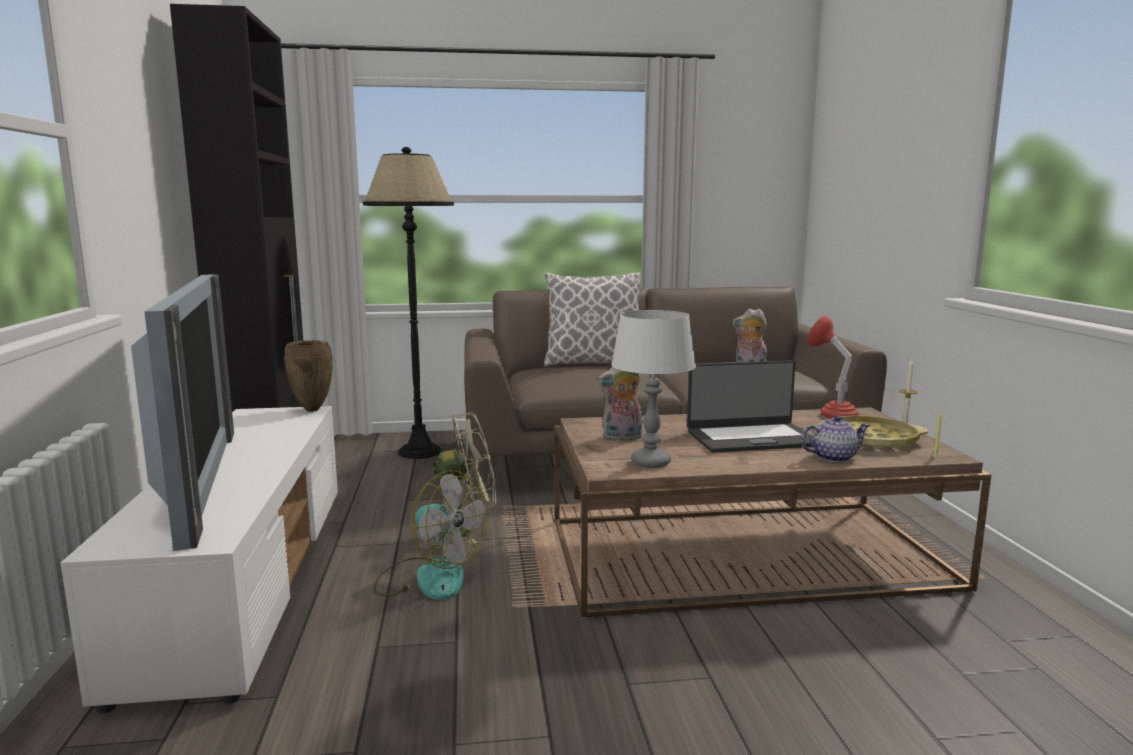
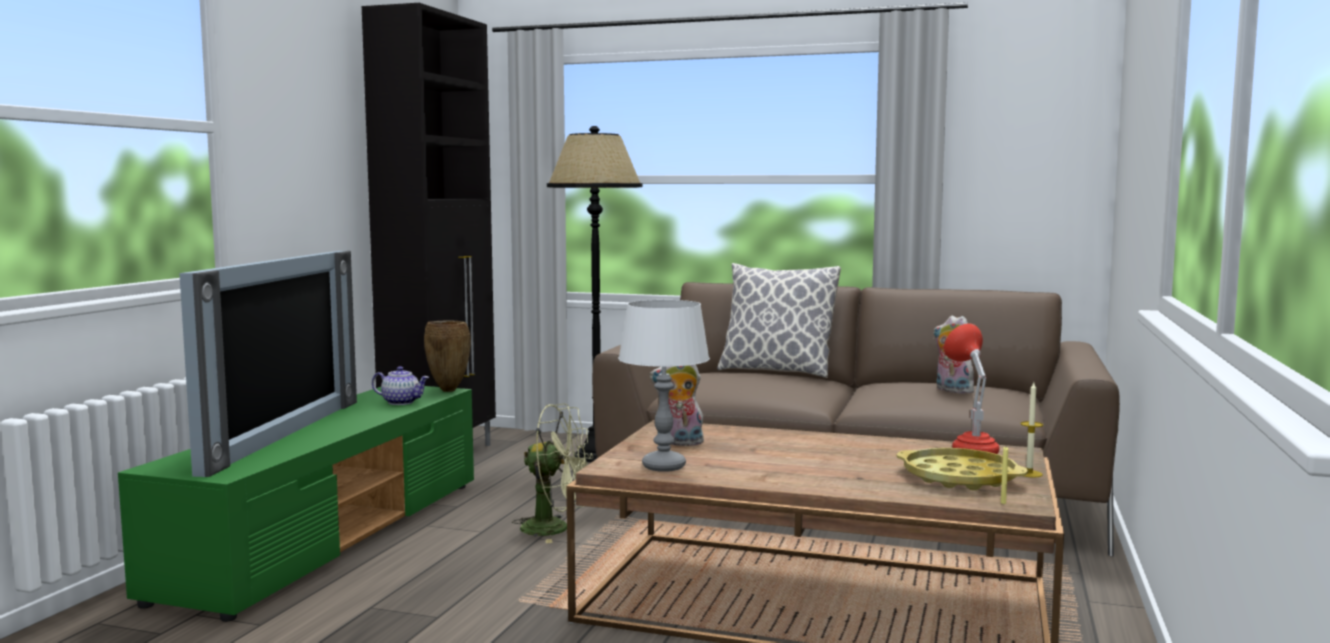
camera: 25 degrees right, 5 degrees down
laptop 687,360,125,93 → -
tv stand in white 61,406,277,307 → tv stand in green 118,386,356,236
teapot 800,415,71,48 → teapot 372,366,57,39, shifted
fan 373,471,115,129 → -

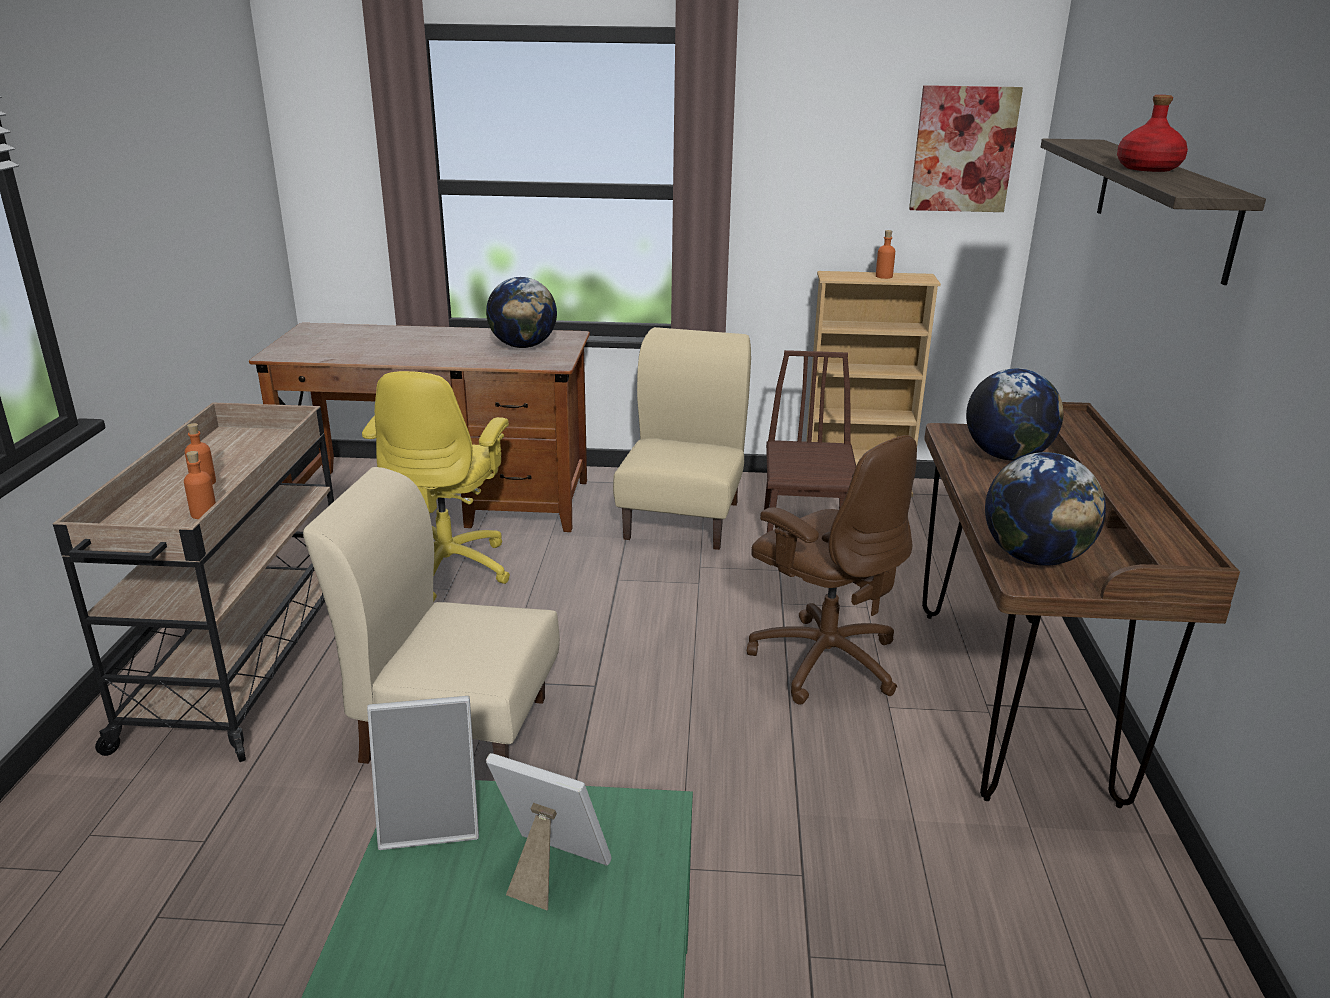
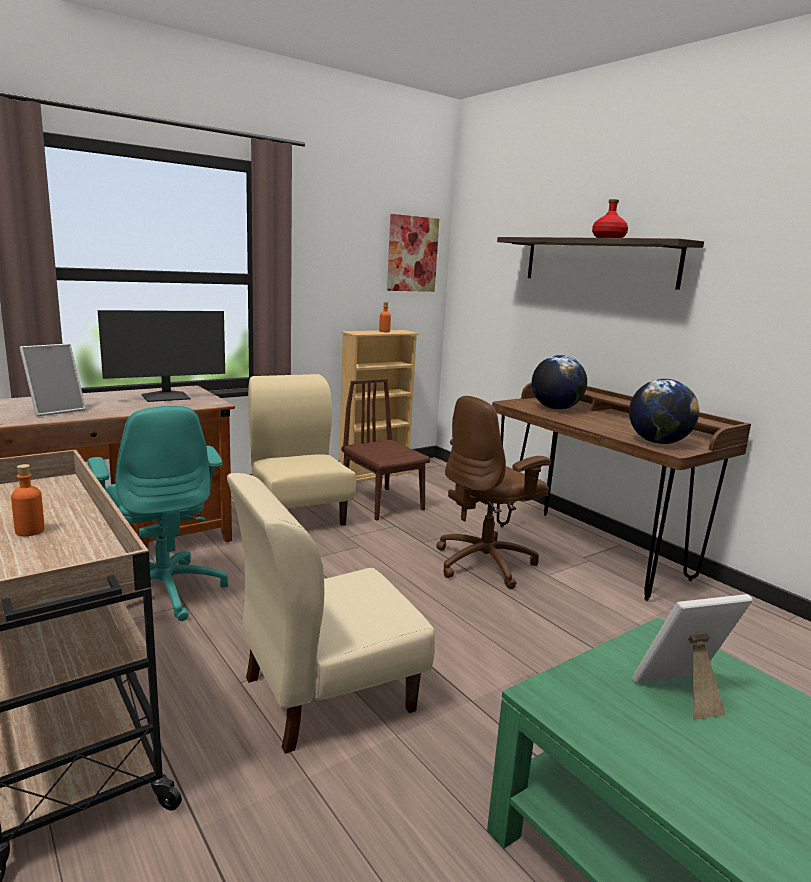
camera: 40 degrees left, 10 degrees down
globe 486,277,71,71 → monitor 98,310,127,92
office chair in yellow 362,371,148,231 → office chair in turquoise 88,405,140,216
office chair in brown 747,435,170,270 → office chair in brown 436,396,115,193, 135 degrees clockwise
bottle in orange 184,451,32,68 → -
picture frame 367,696,112,154 → picture frame 19,344,67,73, shifted

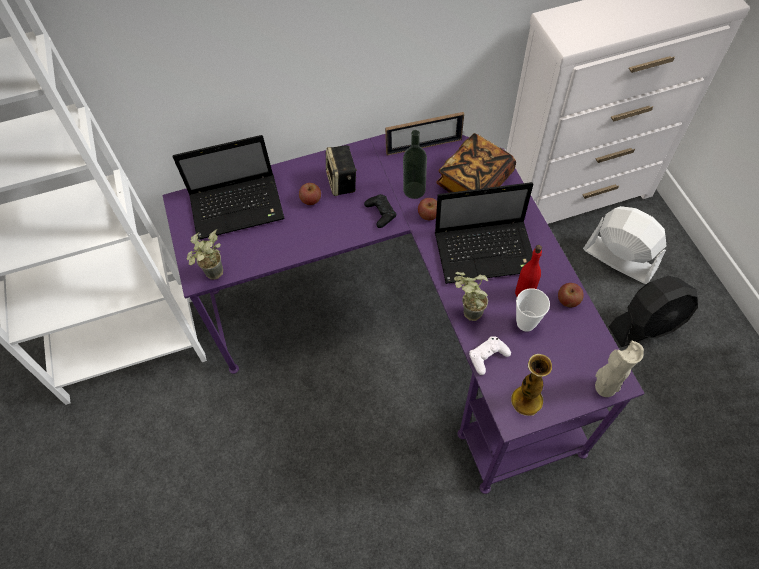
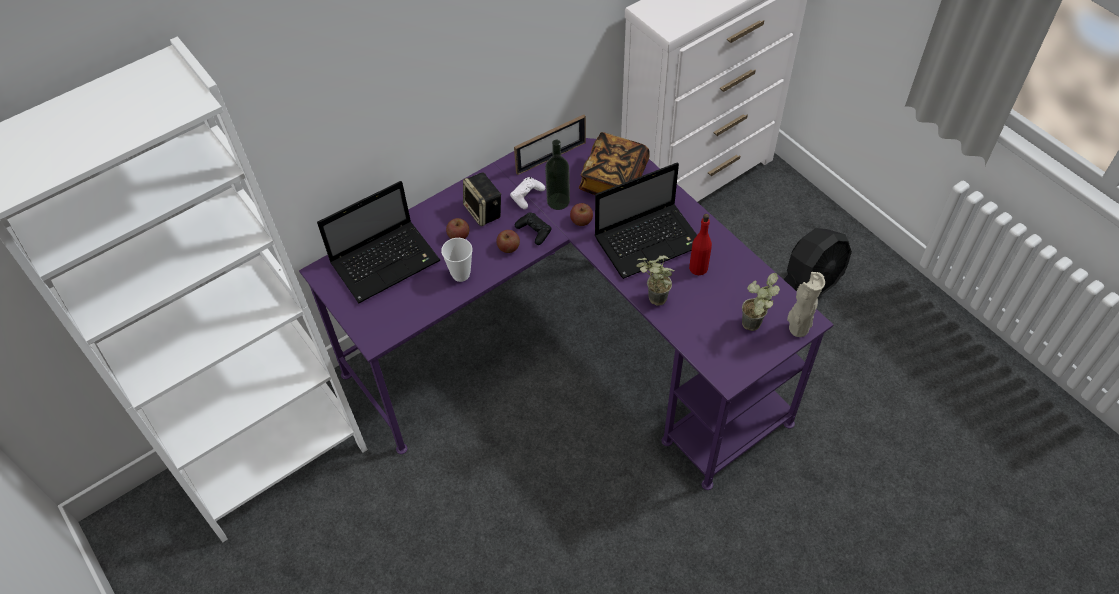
camera: 20 degrees left, 5 degrees down
fan in white 583,206,83,78 → -
potted plant 187,230,36,50 → potted plant 742,273,38,58, shifted
apple 558,283,26,24 → apple 496,230,24,23, shifted
cup 516,288,34,44 → cup 441,238,31,44, shifted
game controller in white 469,336,42,39 → game controller in white 510,177,35,32, shifted
vase 511,354,41,62 → -

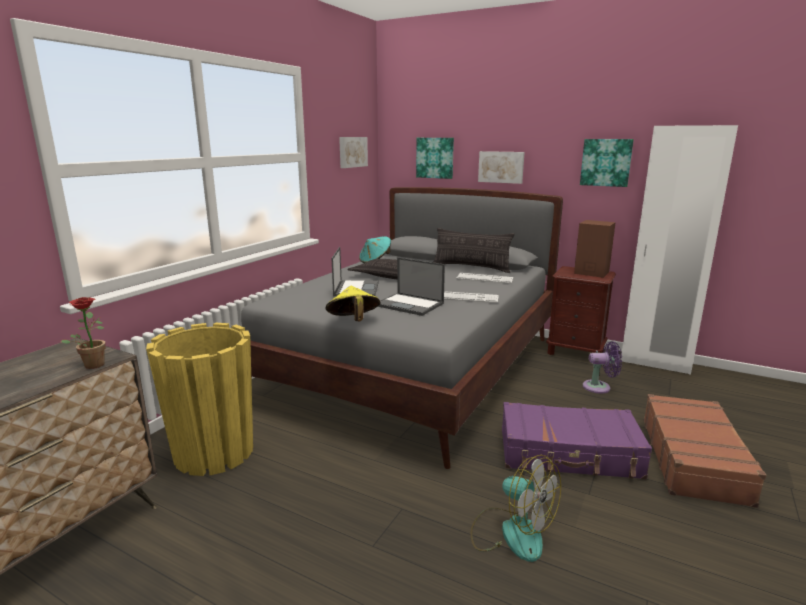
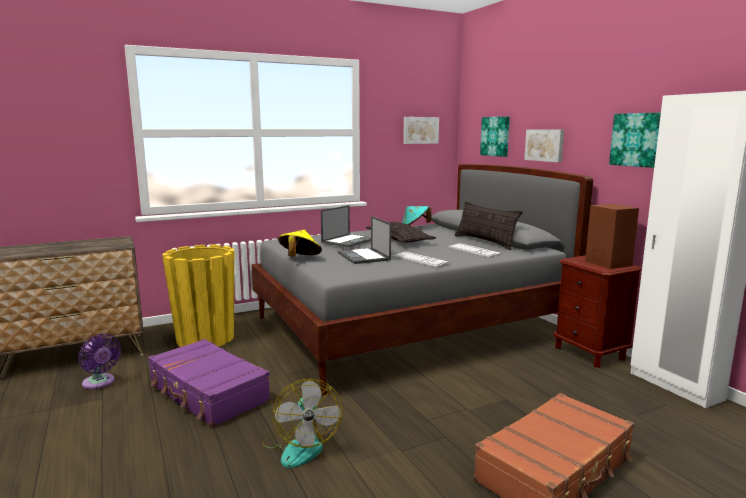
camera: 35 degrees right, 5 degrees down
potted plant 61,297,45,72 → -
fan in purple 583,341,39,53 → fan in purple 78,334,43,55, shifted
suitcase in purple 502,402,150,77 → suitcase in purple 148,339,123,88, shifted

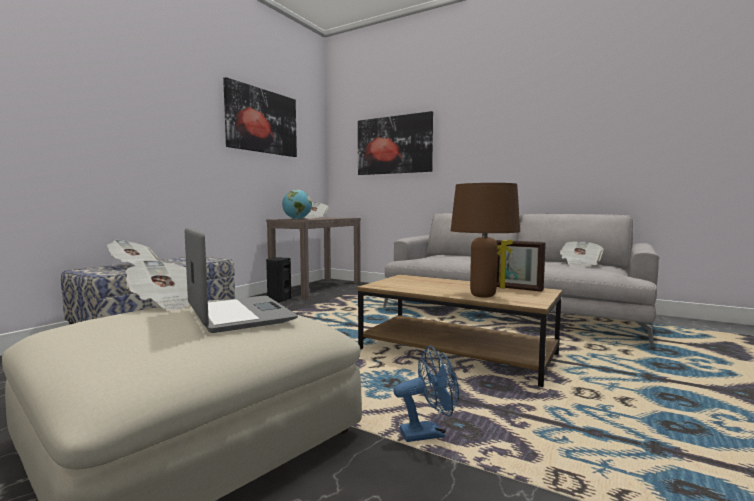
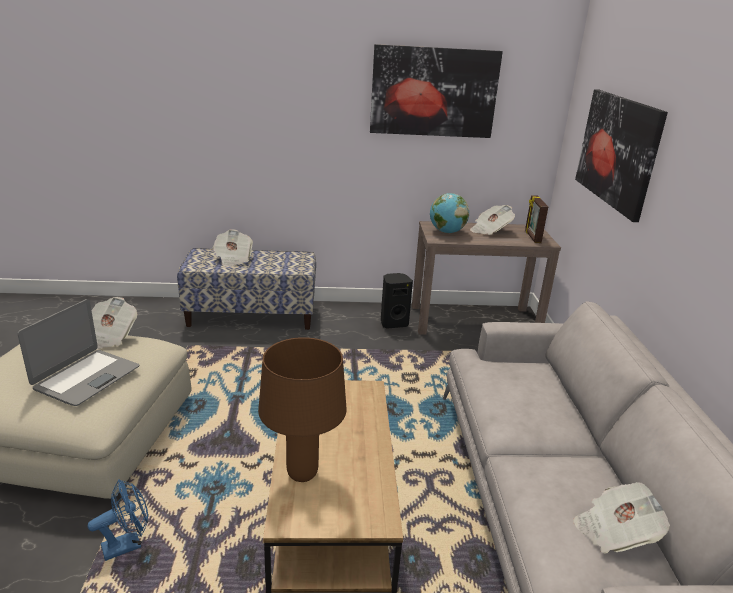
camera: 55 degrees right, 20 degrees up
picture frame 496,239,50,53 → picture frame 525,195,23,48, shifted
fan in blue 393,346,66,96 → fan in blue 88,480,60,81, 75 degrees counterclockwise

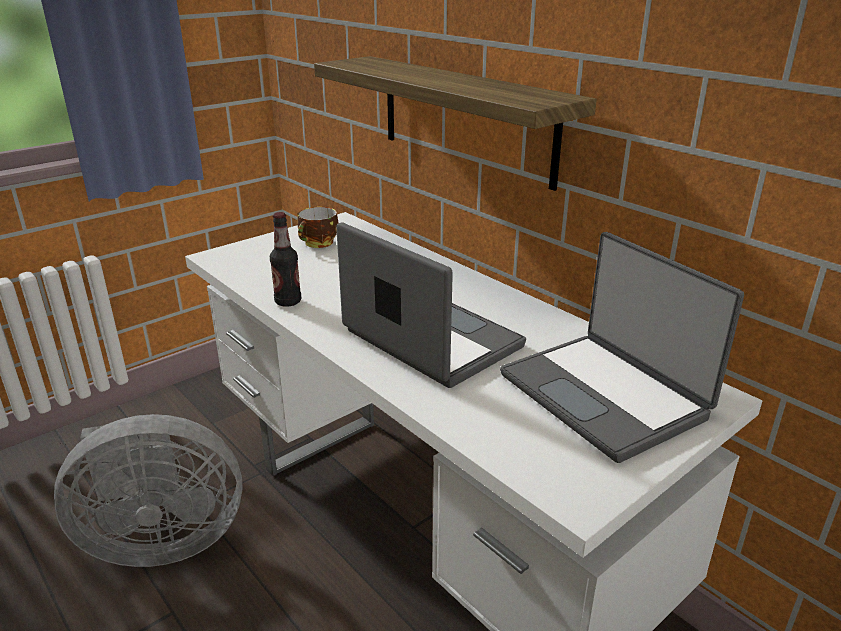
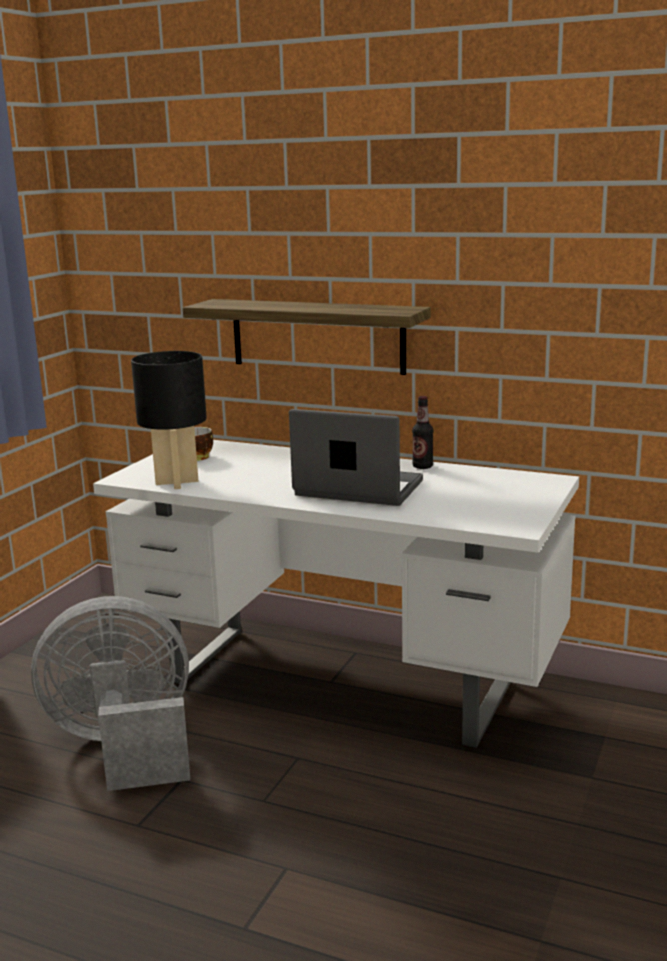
camera: 25 degrees left, 10 degrees down
bottle 270,212,31,95 → bottle 412,396,21,73, shifted
laptop 500,232,244,231 → -
fan in grey 54,414,189,153 → fan in grey 31,596,159,195, 150 degrees counterclockwise
- → table lamp in black 131,351,76,138

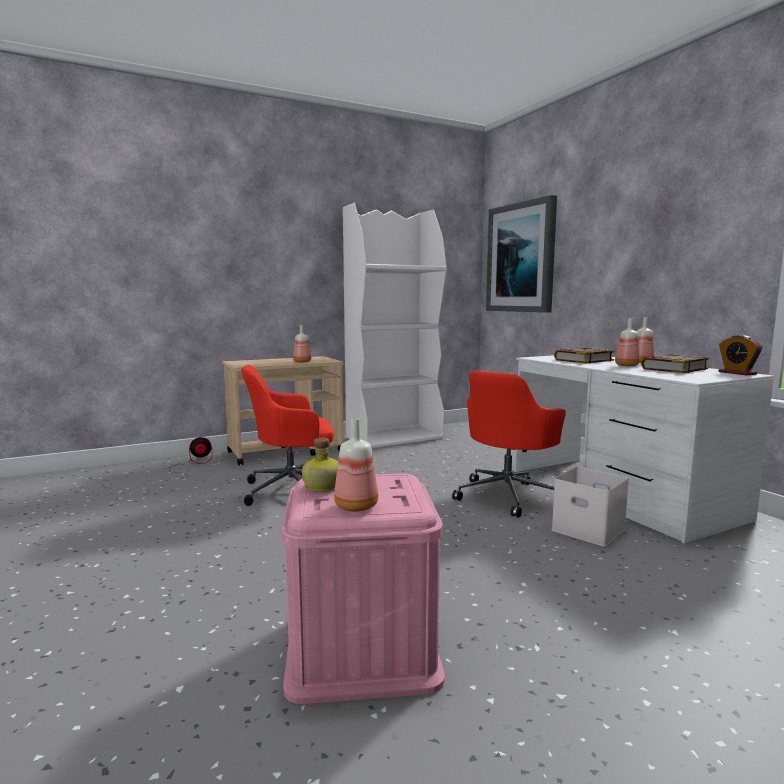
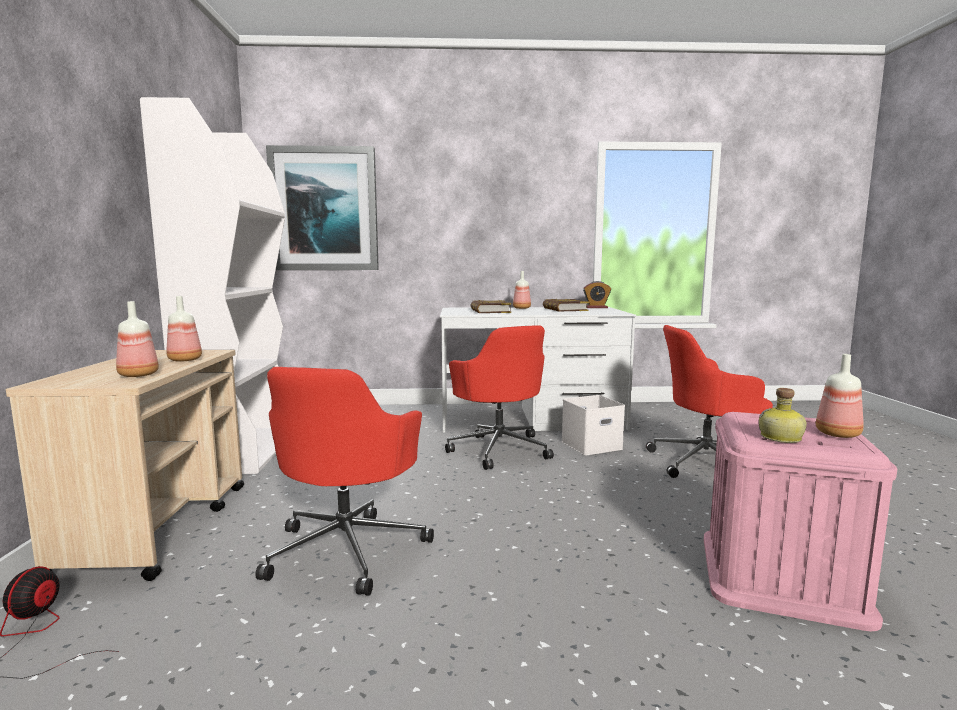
camera: 65 degrees left, 0 degrees up
bottle 615,318,25,48 → bottle 116,301,43,76, shifted
- → office chair in red 646,325,127,153

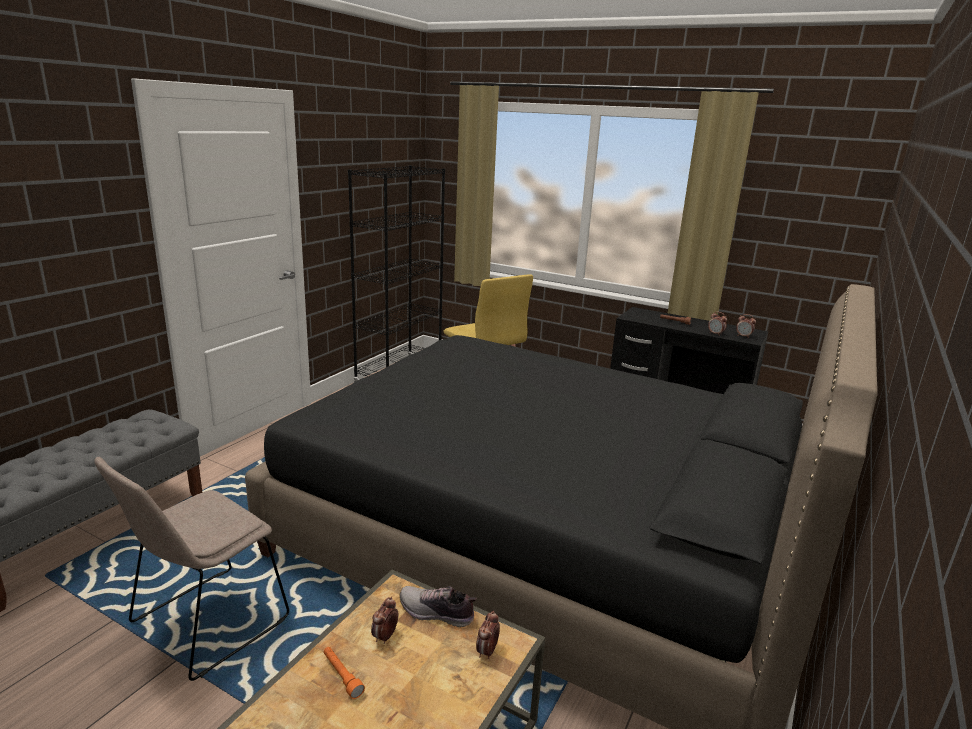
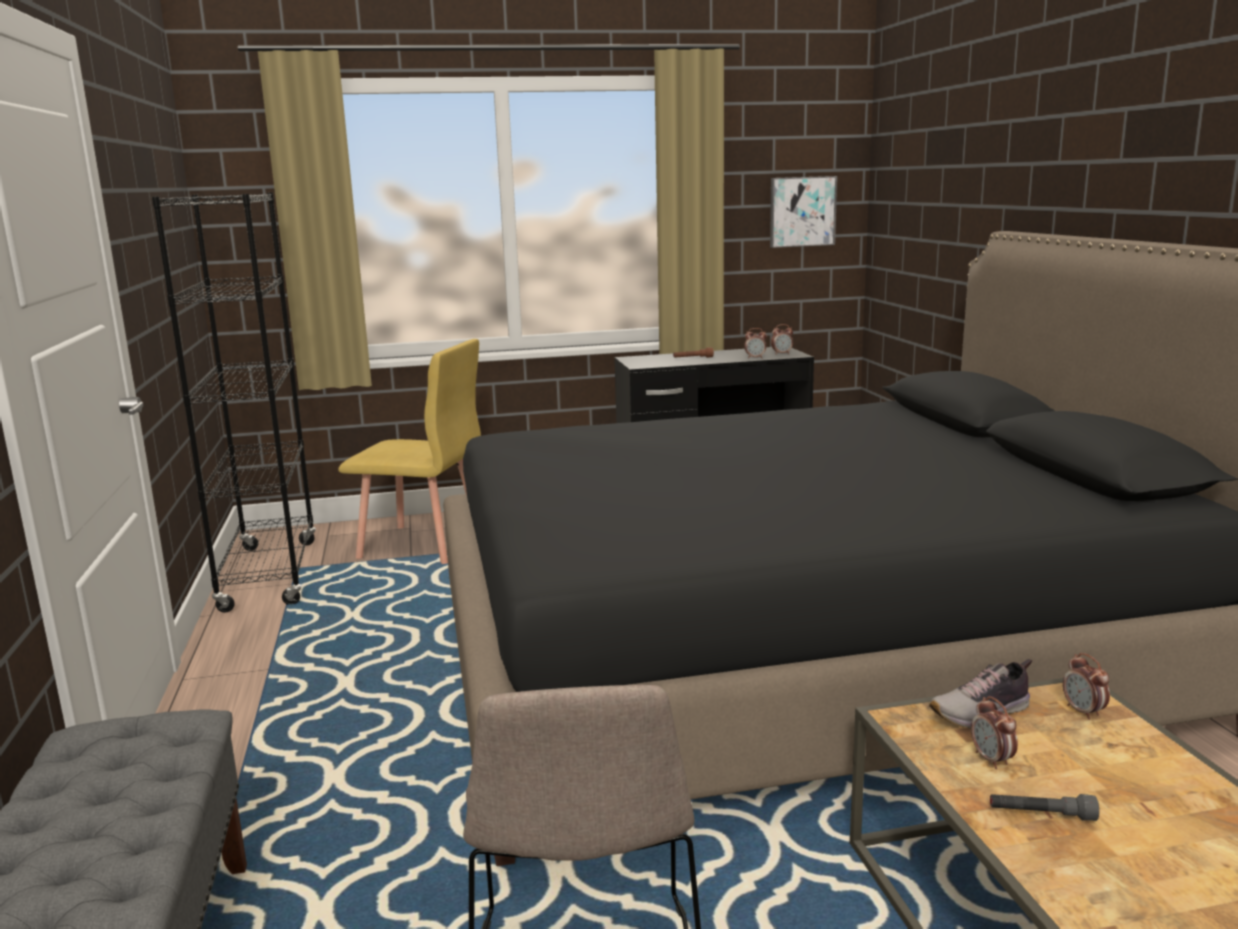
camera: 40 degrees left, 5 degrees down
flashlight in orange 323,647,42,52 → flashlight in grey 990,794,109,27
- → picture 770,176,67,72

